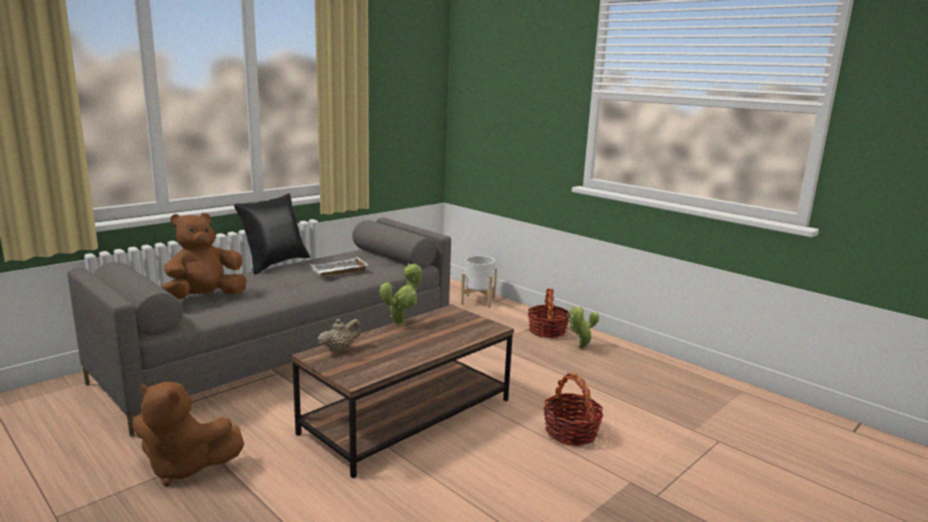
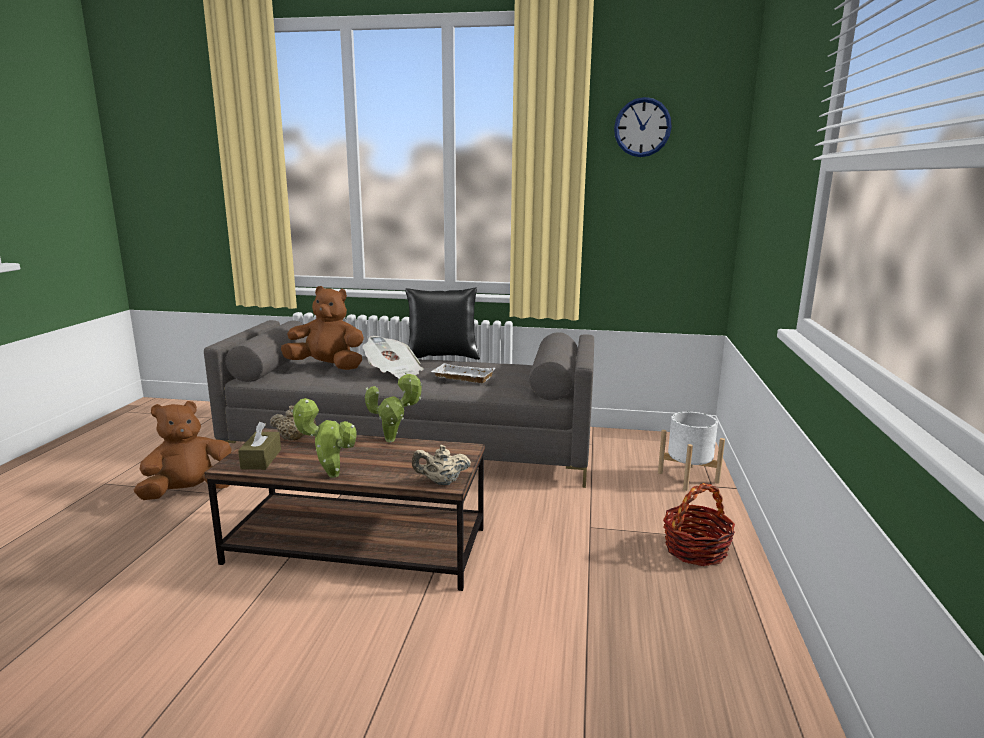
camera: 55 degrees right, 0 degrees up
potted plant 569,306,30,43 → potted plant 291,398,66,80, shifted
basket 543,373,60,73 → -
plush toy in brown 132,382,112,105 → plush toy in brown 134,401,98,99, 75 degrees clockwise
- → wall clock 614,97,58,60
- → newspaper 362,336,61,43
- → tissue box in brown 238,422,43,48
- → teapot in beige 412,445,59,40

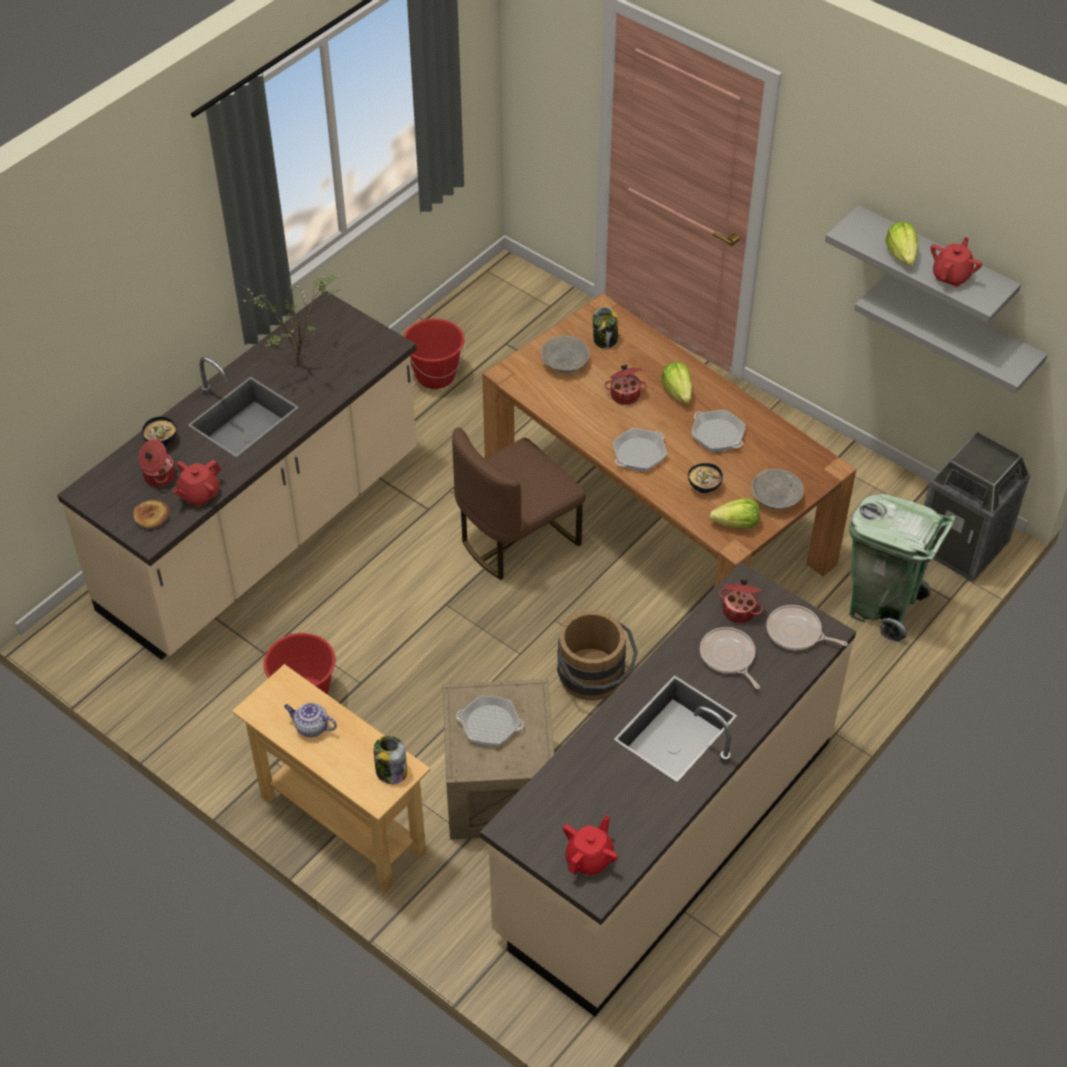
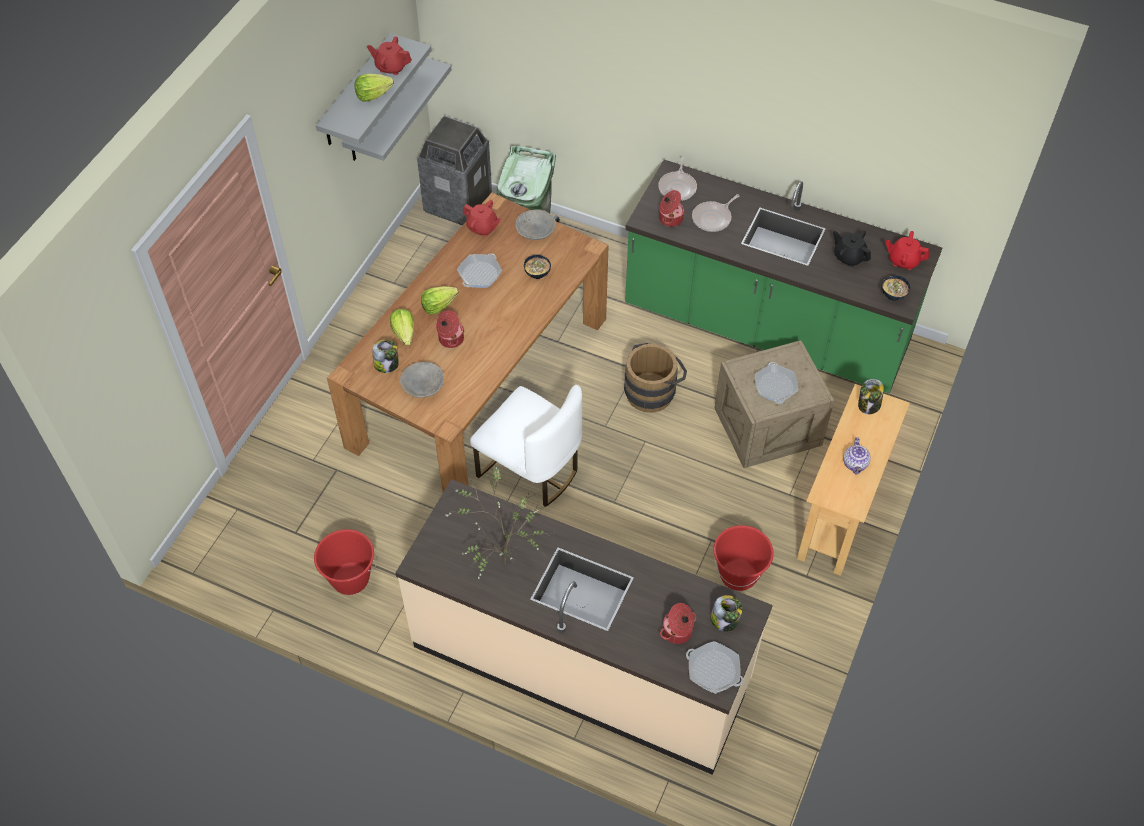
camera: 105 degrees left, 5 degrees up
bowl 142,416,35,30 → bowl 882,276,28,25, shifted
chair in brown 452,427,134,153 → chair in white 470,385,112,122
frying pan 612,428,55,43 → frying pan 686,641,57,53, shifted
teapot in red 172,459,49,48 → teapot in red 463,200,38,37, shifted
lettuce 709,499,51,29 → lettuce 390,309,24,37, shifted
bread 133,500,37,29 → jar 710,595,33,37
counter in beige 480,562,376,455 → counter in green 625,160,317,233
- → teapot in black 833,230,38,37

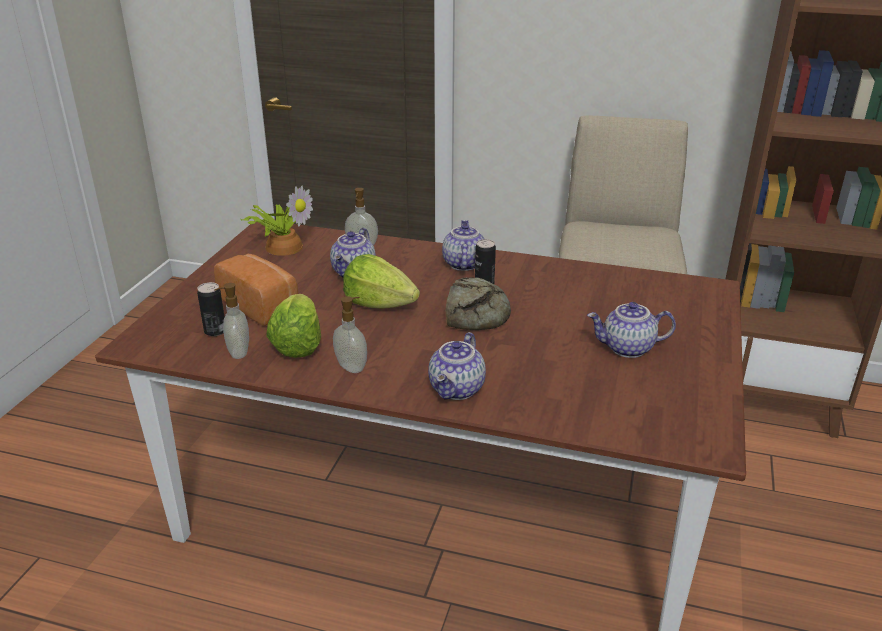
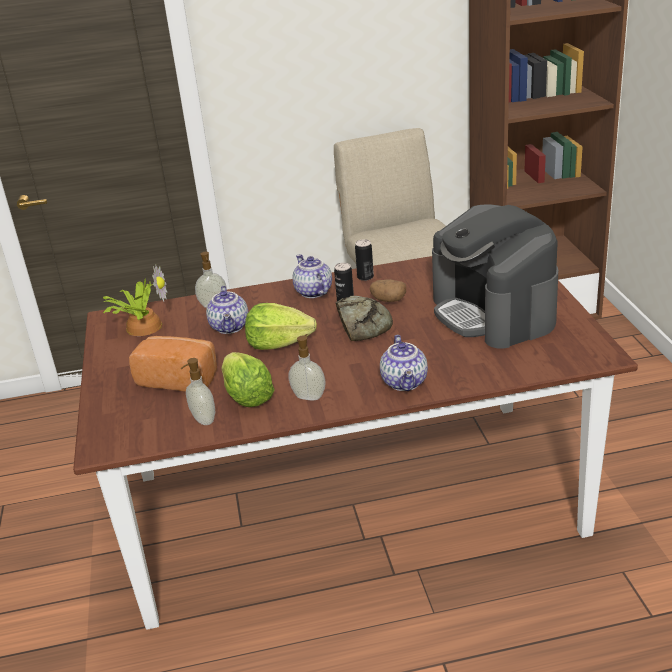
camera: 25 degrees left, 0 degrees up
can 197,282,28,54 → can 355,239,19,42, shifted
teapot 587,302,89,56 → coffee machine 432,204,126,144
- → potato 370,279,36,23

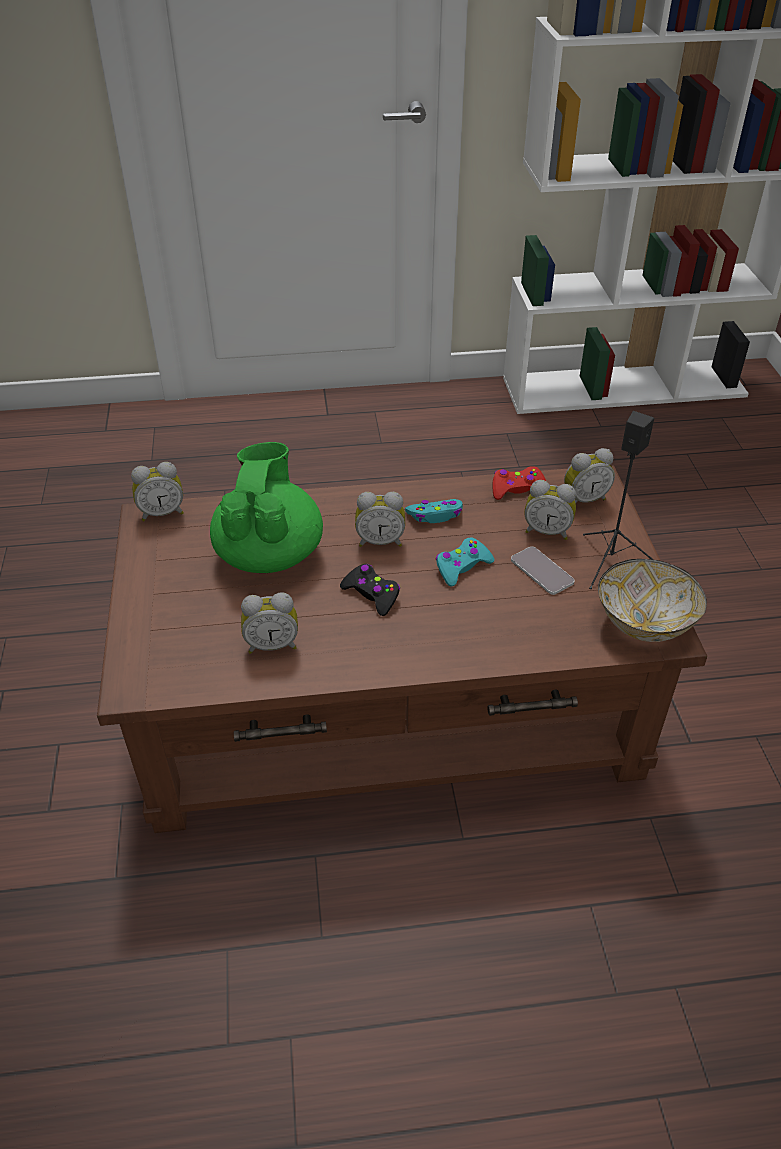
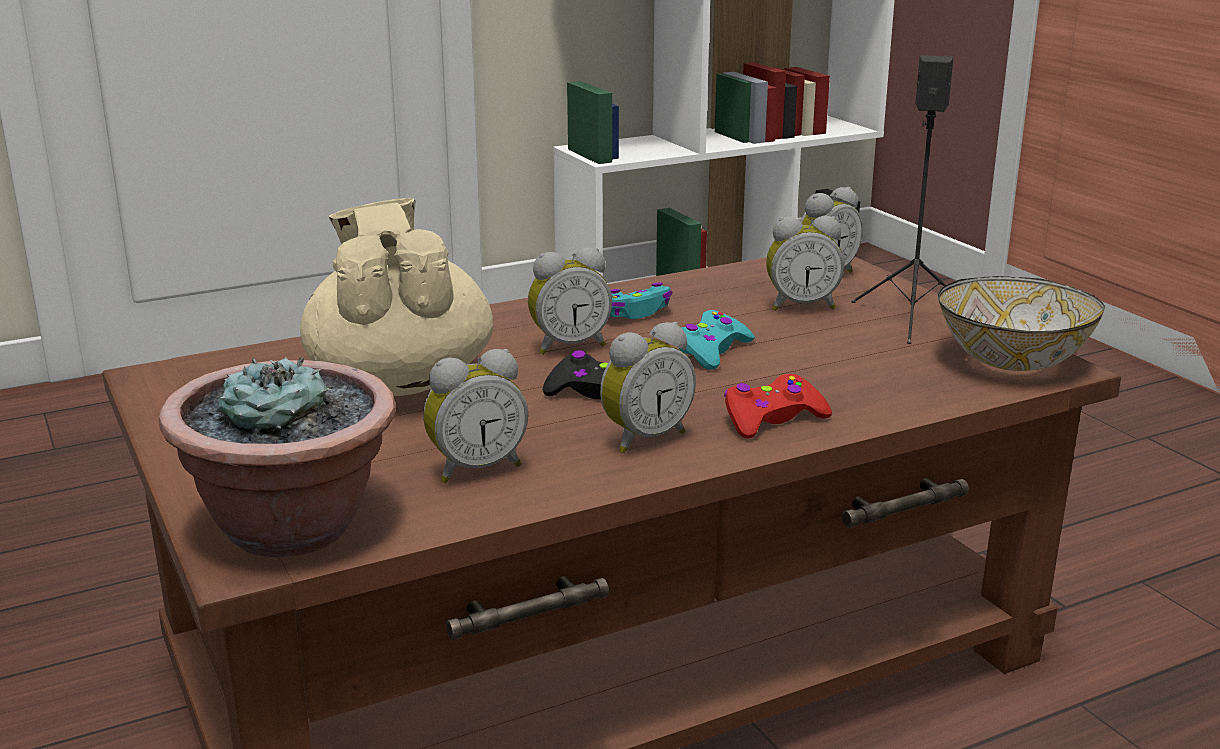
camera: 20 degrees left, 20 degrees down
teapot in green 210,442,113,131 → teapot in beige 300,198,193,198
alarm clock 131,462,53,59 → alarm clock 600,322,96,131, shifted
game controller in red 492,466,54,34 → game controller in red 724,374,108,65, shifted
phone 511,547,64,48 → -
- → potted plant 159,357,237,200

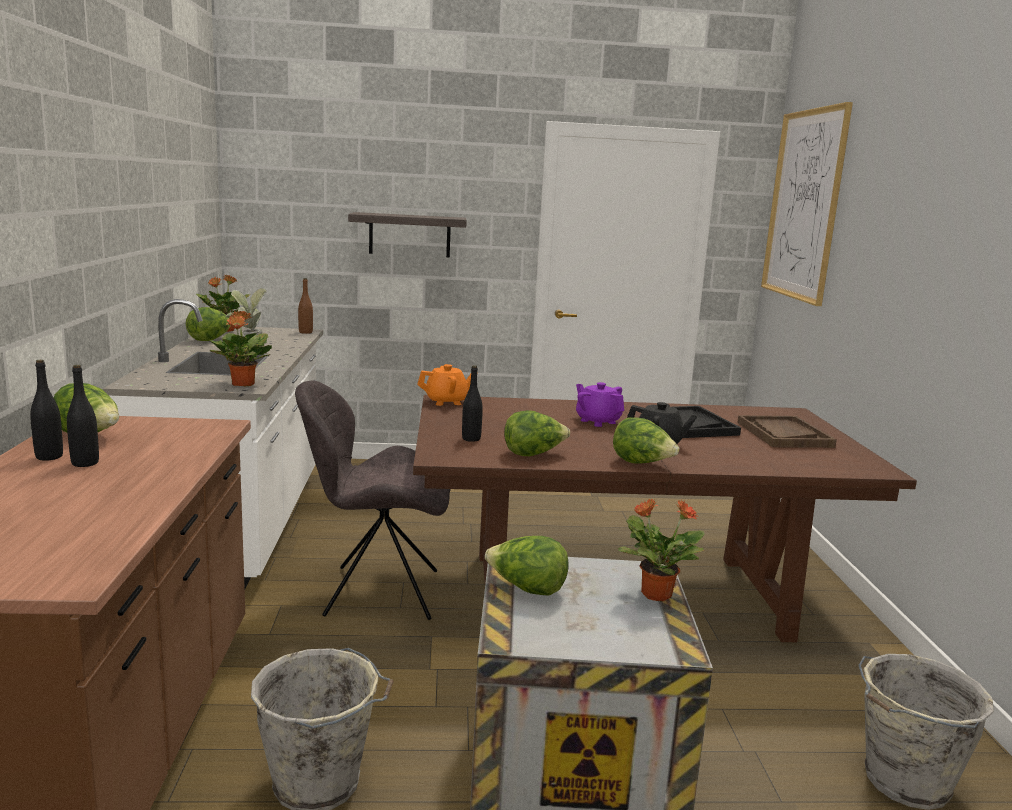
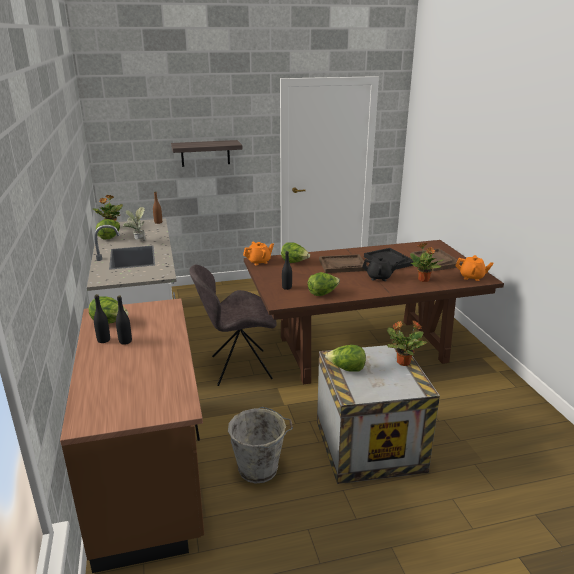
camera: 10 degrees left, 10 degrees up
picture 761,102,92,204 → -
potted plant 210,310,62,77 → potted plant 410,243,33,39, shifted
teapot in purple 576,382,48,45 → tray in brown 319,254,49,19
lettuce 613,417,66,47 → lettuce 281,242,29,21, shifted
bucket in grey 859,654,135,156 → -
- → teapot in orange 455,255,38,26

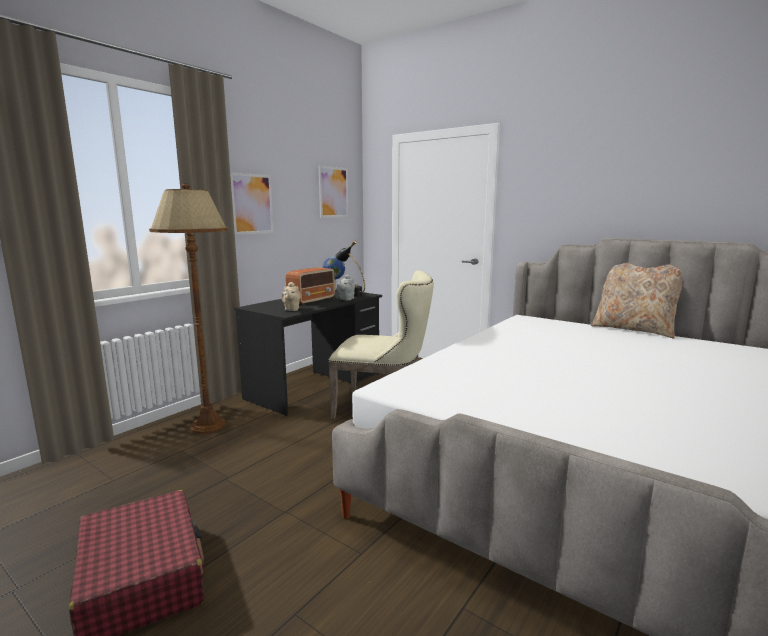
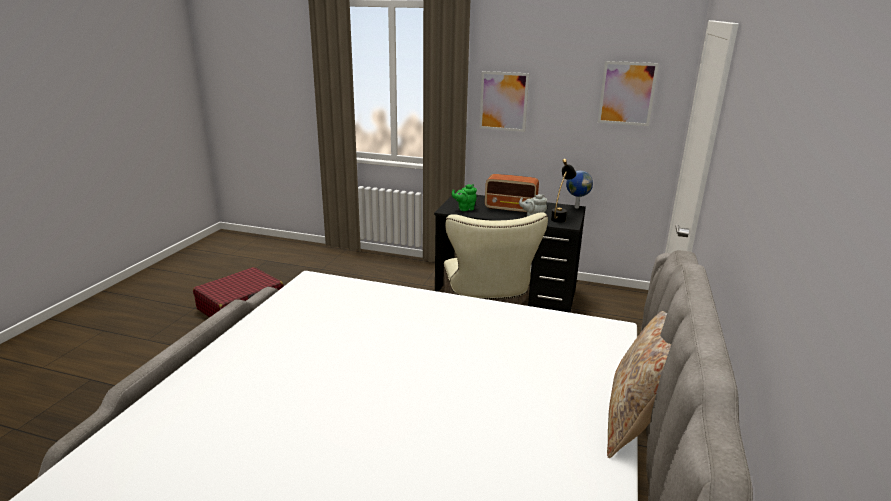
camera: 70 degrees right, 10 degrees up
floor lamp in brown 149,183,79,250 → -
teapot in beige 281,282,20,29 → teapot in green 452,184,25,27

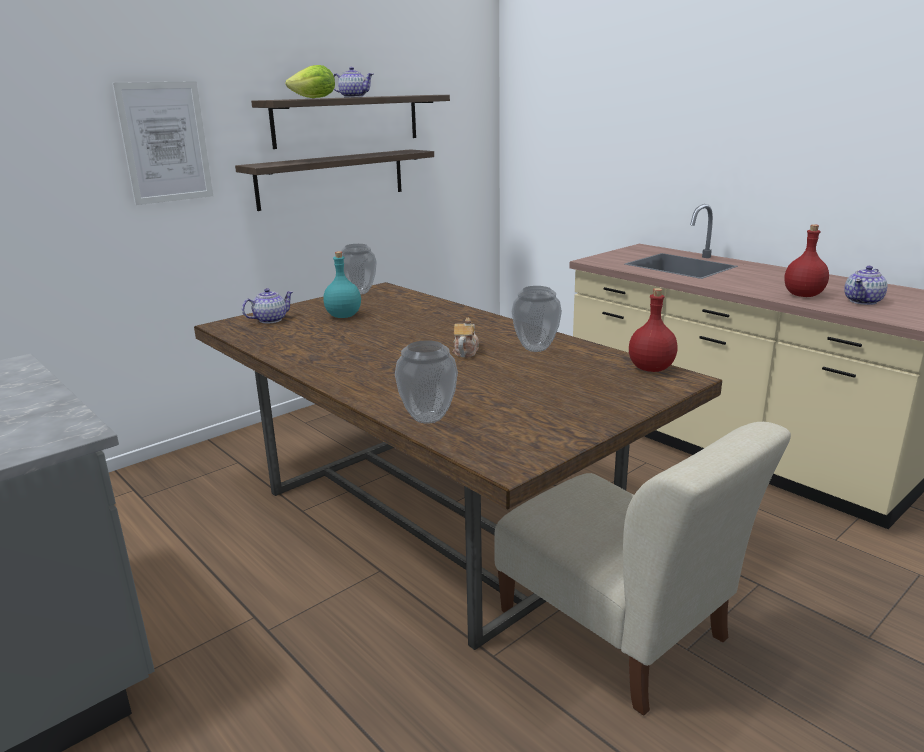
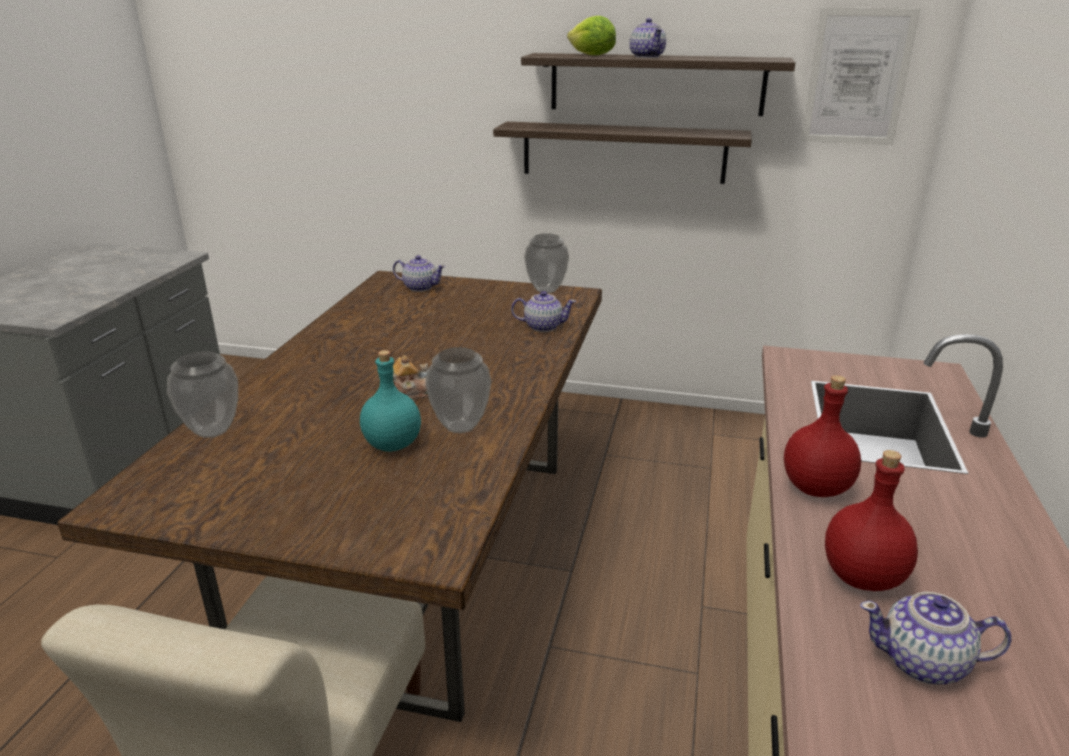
camera: 55 degrees right, 5 degrees up
picture 112,81,101,124 → picture 801,8,120,137, shifted
bottle in turquoise 323,251,38,67 → bottle in turquoise 360,350,61,102, shifted
bottle in red 629,288,49,84 → bottle in red 784,375,77,122, shifted
- → teapot 511,291,65,41

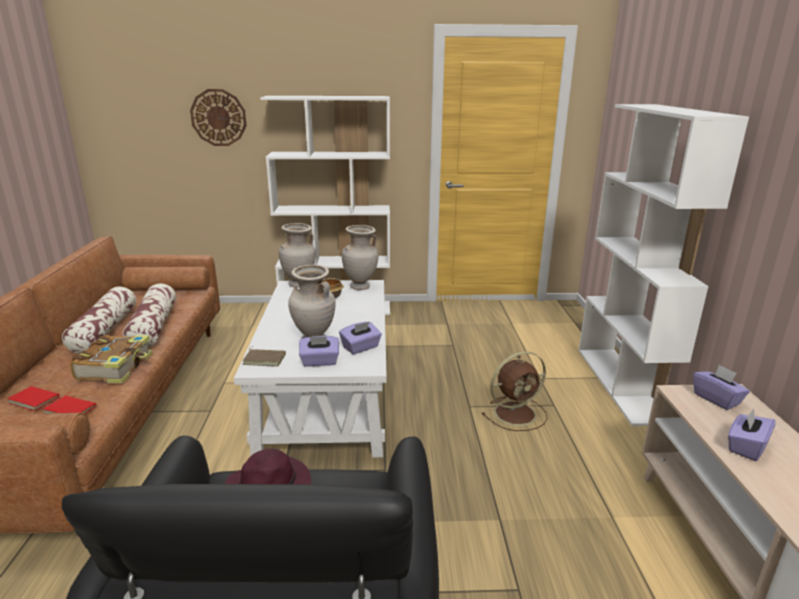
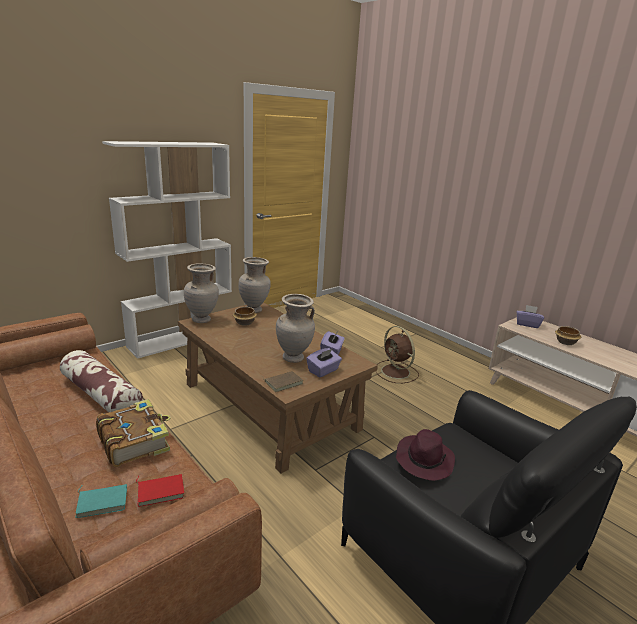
camera: 40 degrees left, 0 degrees up
wall clock 190,89,57,57 → -
bookcase in white 579,104,170,322 → -
coffee table in white 234,280,153,177 → coffee table in brown 178,302,200,171
pillow 62,287,74,67 → -
fan in brown 482,351,66,80 → fan in brown 375,326,44,57, 120 degrees clockwise
book in red 7,382,52,29 → book in turquoise 75,484,52,34
tissue box in purple 728,408,48,53 → bowl 555,326,26,19

